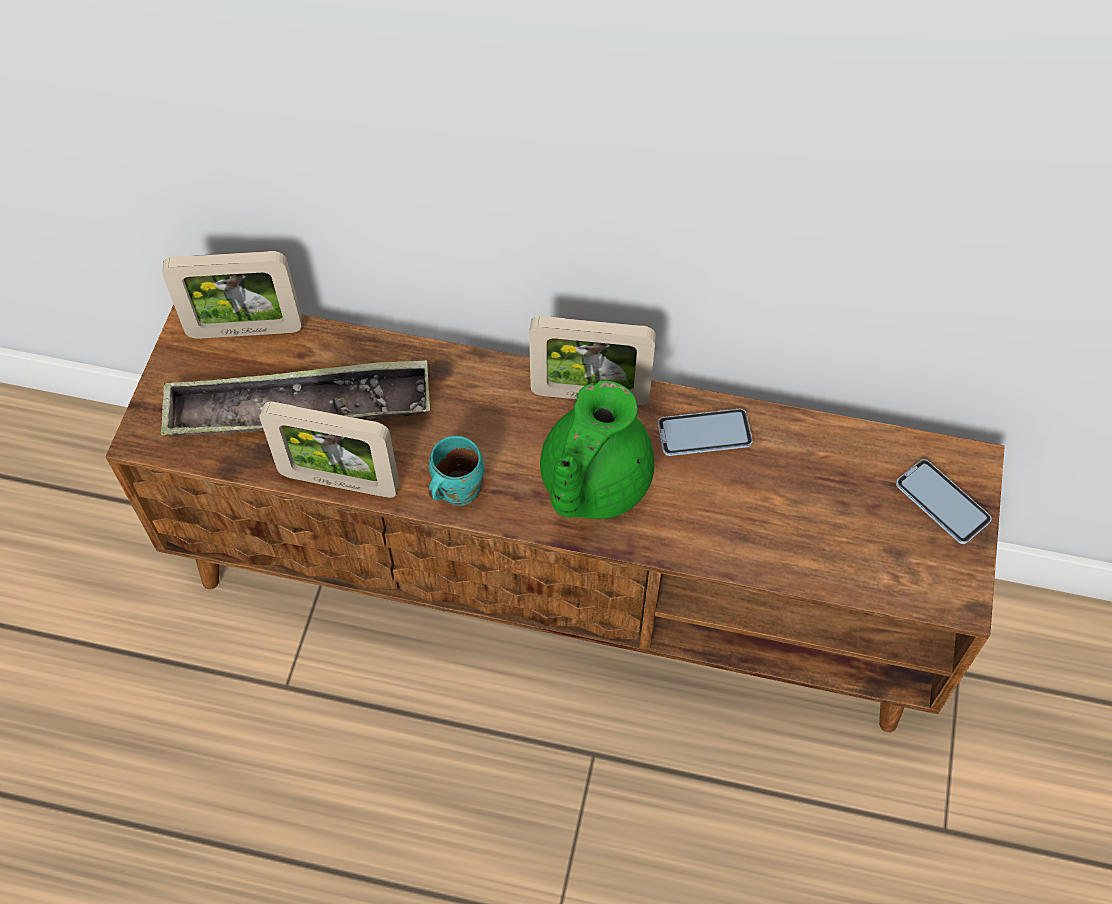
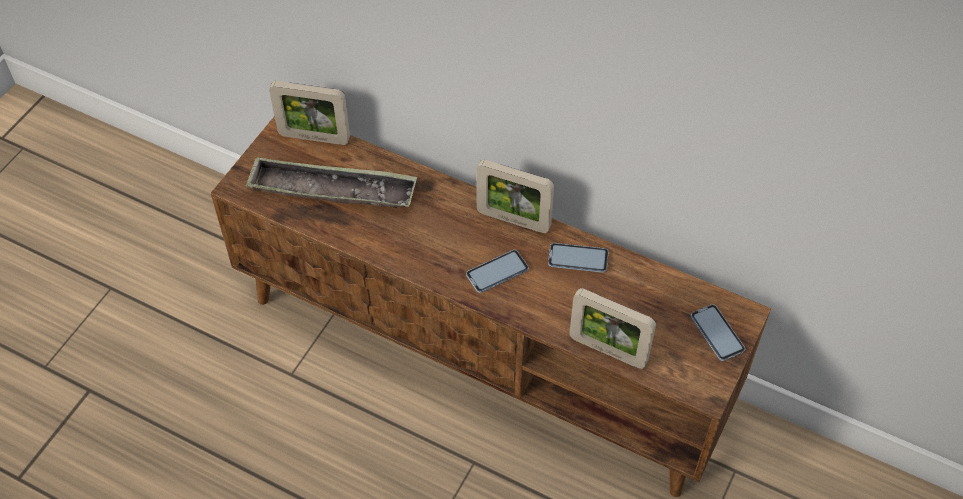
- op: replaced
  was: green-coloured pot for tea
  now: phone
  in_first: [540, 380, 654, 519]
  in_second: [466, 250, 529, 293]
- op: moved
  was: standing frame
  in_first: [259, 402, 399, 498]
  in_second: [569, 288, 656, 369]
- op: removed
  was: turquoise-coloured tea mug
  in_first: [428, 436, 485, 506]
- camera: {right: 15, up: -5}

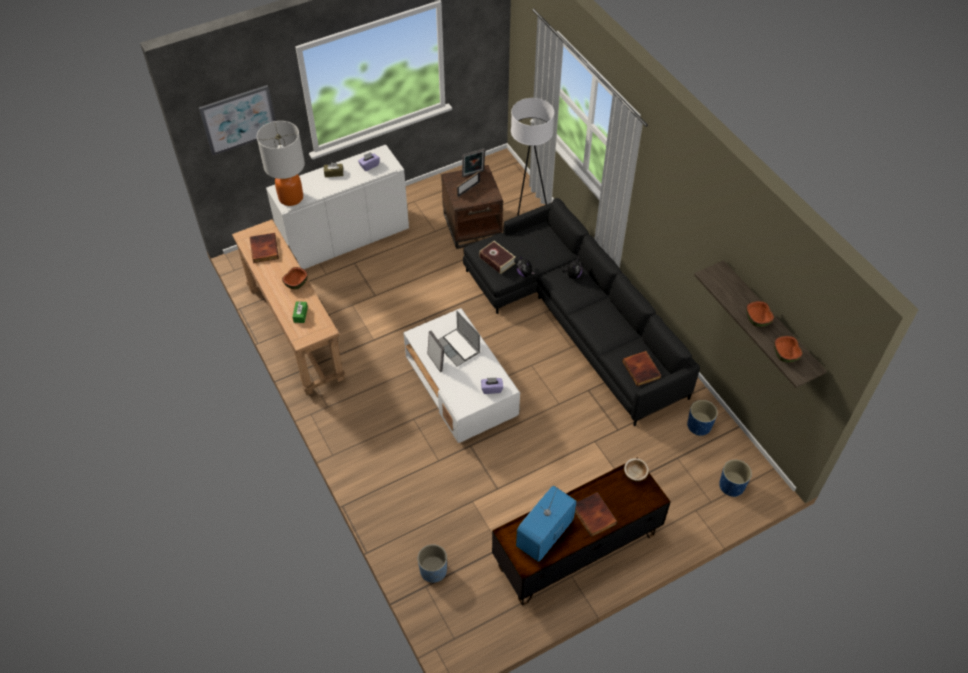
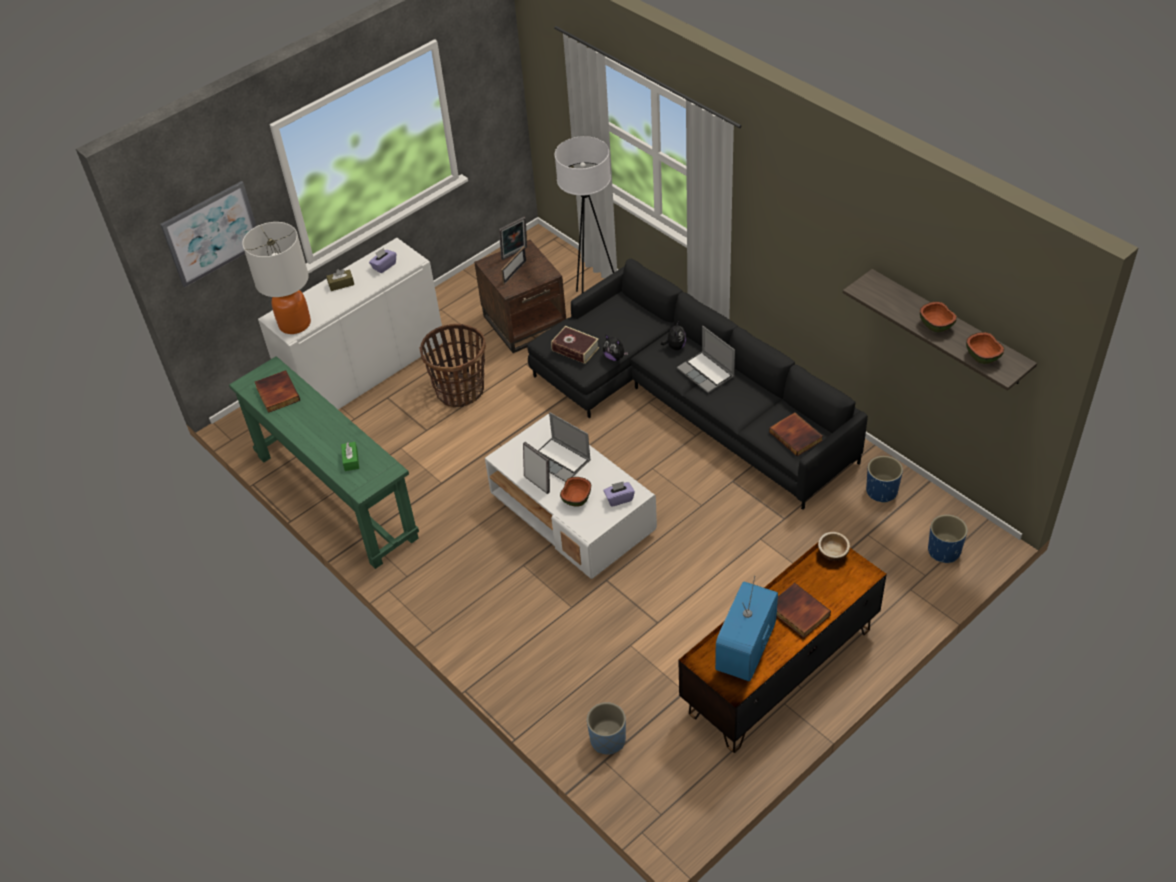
- op: recoloured
  was: brown console table
  now: green-coloured console table
  in_first: [232, 220, 345, 395]
  in_second: [229, 356, 419, 569]
- op: added
  now: household basket
  in_second: [419, 324, 486, 408]
- op: moved
  was: serving bowl
  in_first: [282, 267, 308, 289]
  in_second: [560, 477, 592, 507]
- op: added
  now: notebook computer
  in_second: [677, 326, 735, 393]
- camera: {right: -10, up: -5}

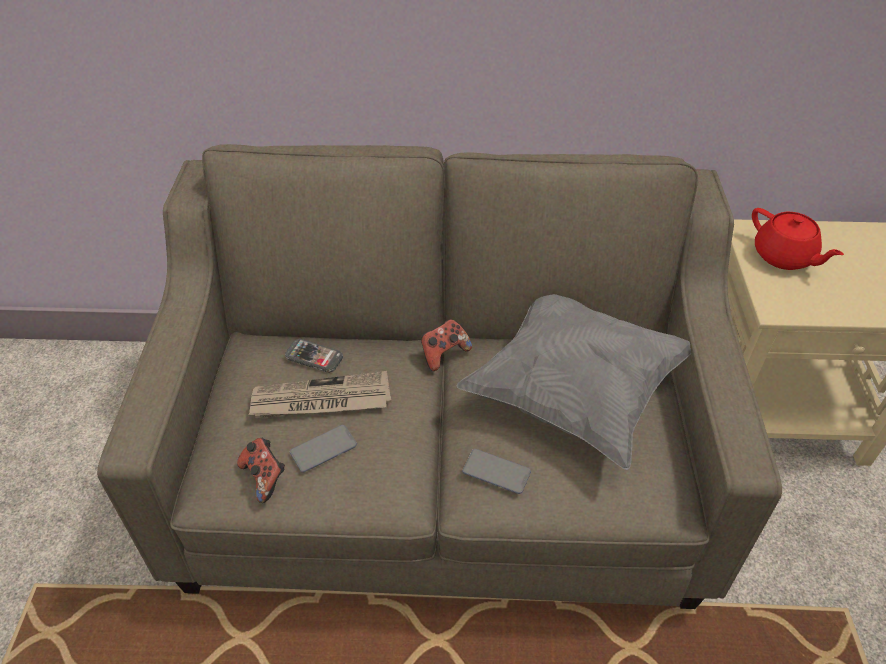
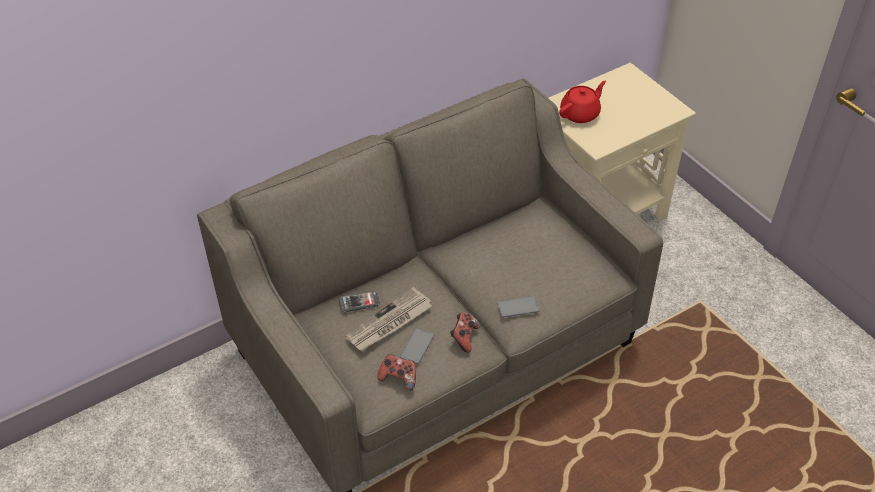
- op: moved
  was: gamepad
  in_first: [421, 319, 472, 371]
  in_second: [450, 312, 480, 353]
- op: turned
  was: red pot for tea
  in_first: [752, 208, 844, 270]
  in_second: [559, 81, 606, 123]
  clockwise: -60
- op: removed
  was: grey cushion
  in_first: [456, 294, 691, 470]
- camera: {right: -35, up: 0}

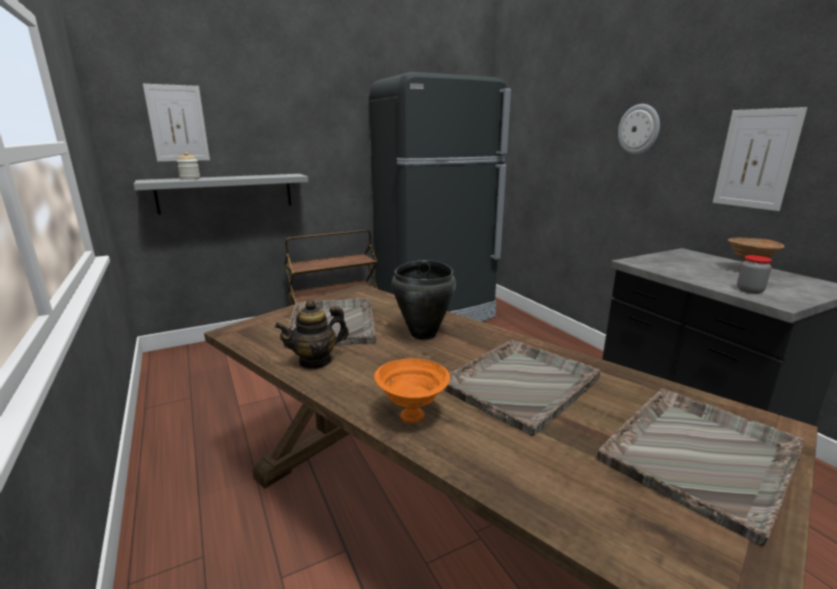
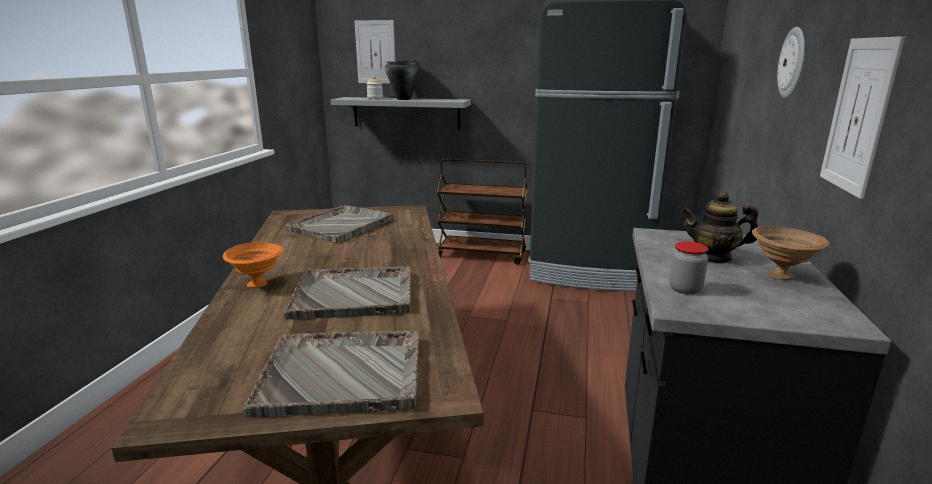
- op: moved
  was: blackish saucepot
  in_first: [391, 260, 456, 340]
  in_second: [385, 60, 420, 100]
- op: moved
  was: pot for tea
  in_first: [275, 300, 349, 370]
  in_second: [681, 192, 758, 264]
- camera: {right: 40, up: 0}

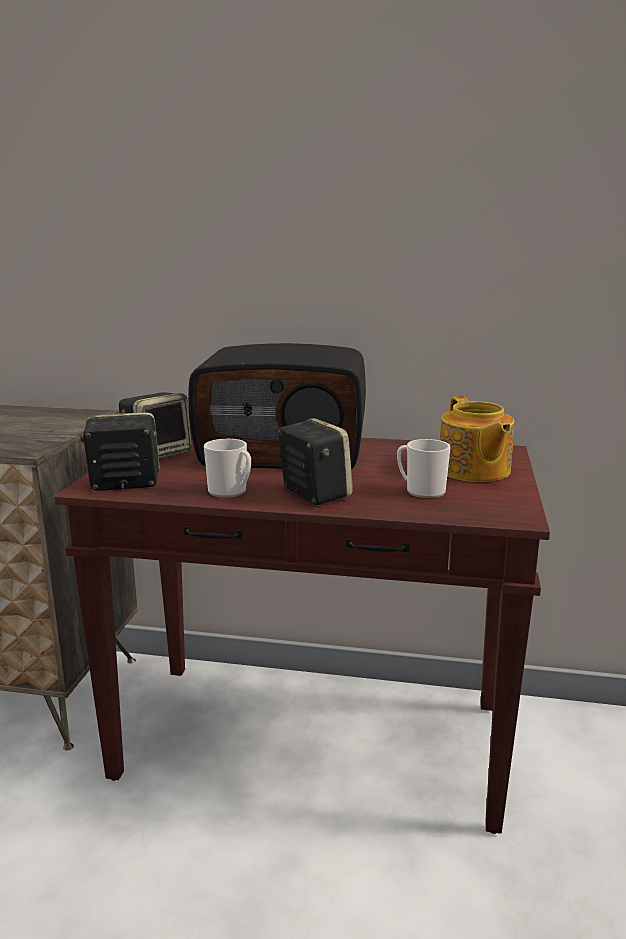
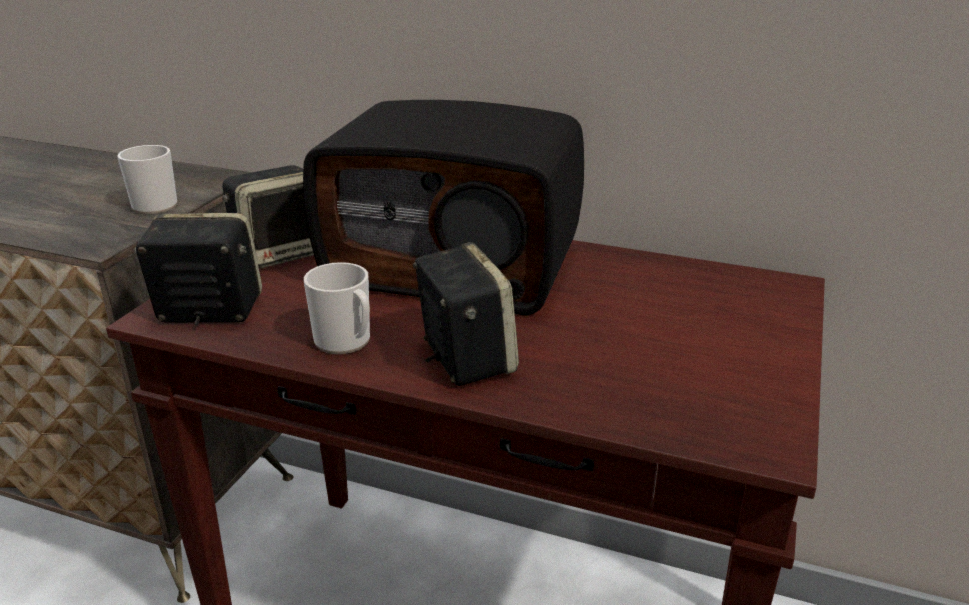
- op: moved
  was: tea mug
  in_first: [397, 439, 450, 498]
  in_second: [117, 145, 177, 214]
- op: removed
  was: pot for tea
  in_first: [440, 396, 514, 482]
- camera: {right: 10, up: 10}

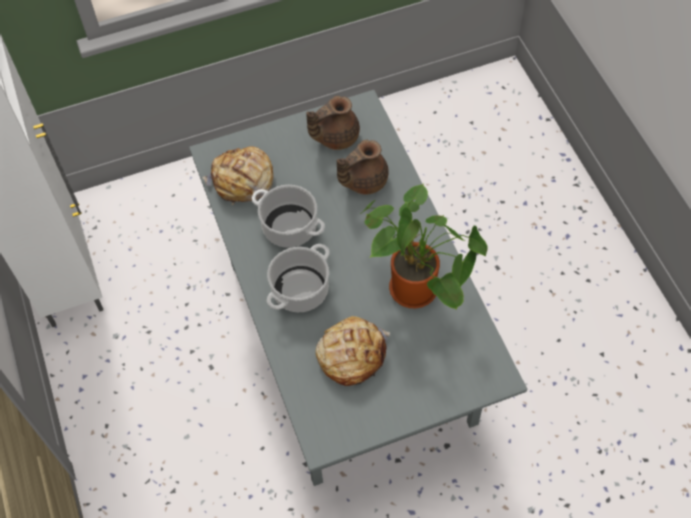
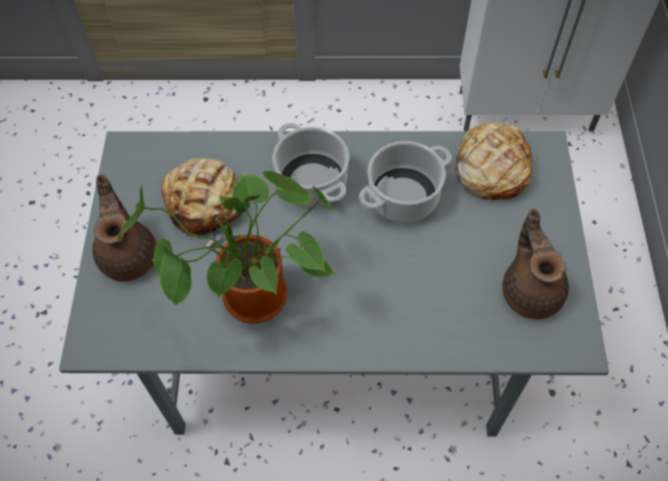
- op: moved
  was: brown pot for tea
  in_first: [337, 140, 389, 195]
  in_second: [92, 175, 156, 282]
- camera: {right: 110, up: 0}

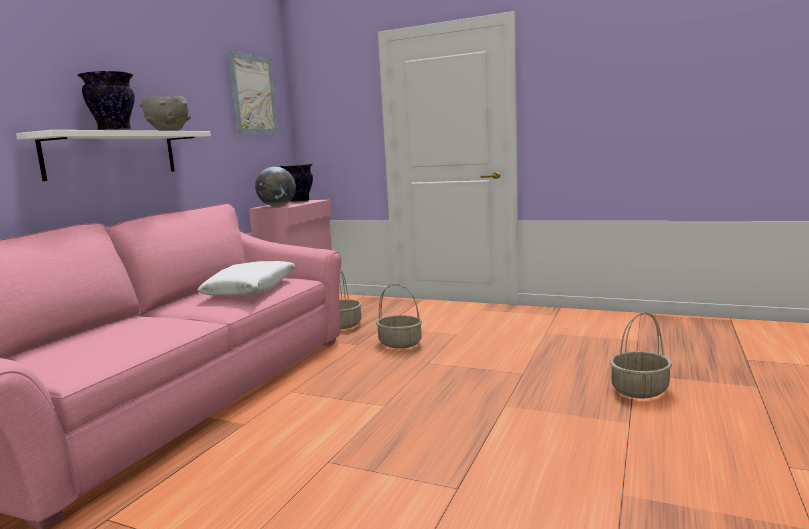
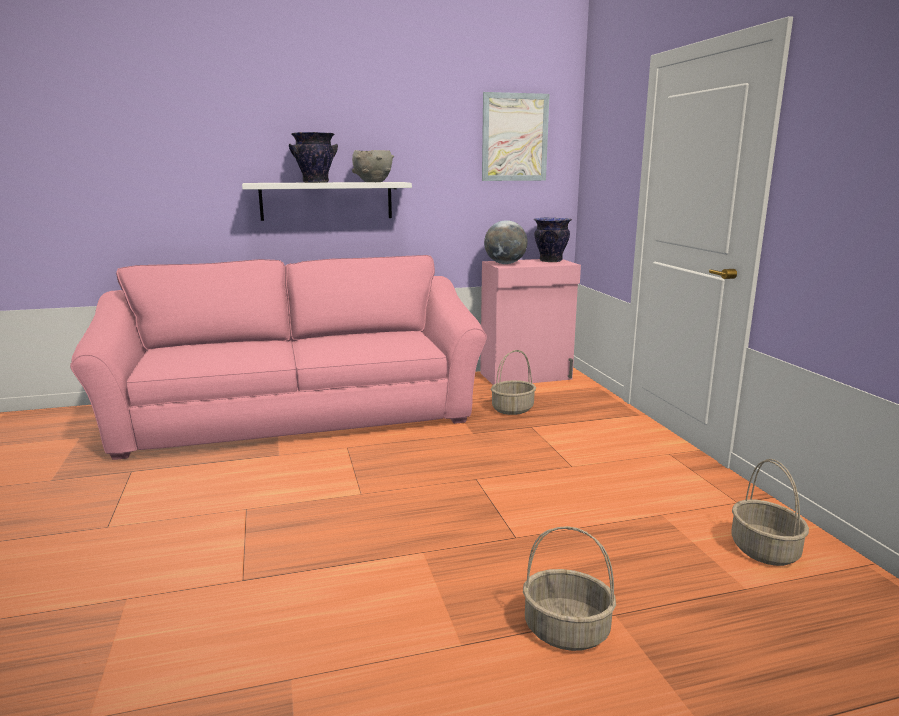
- op: moved
  was: household basket
  in_first: [376, 283, 422, 349]
  in_second: [731, 459, 809, 566]
- op: removed
  was: white-coloured cushion
  in_first: [197, 261, 296, 296]
- camera: {right: 50, up: 5}

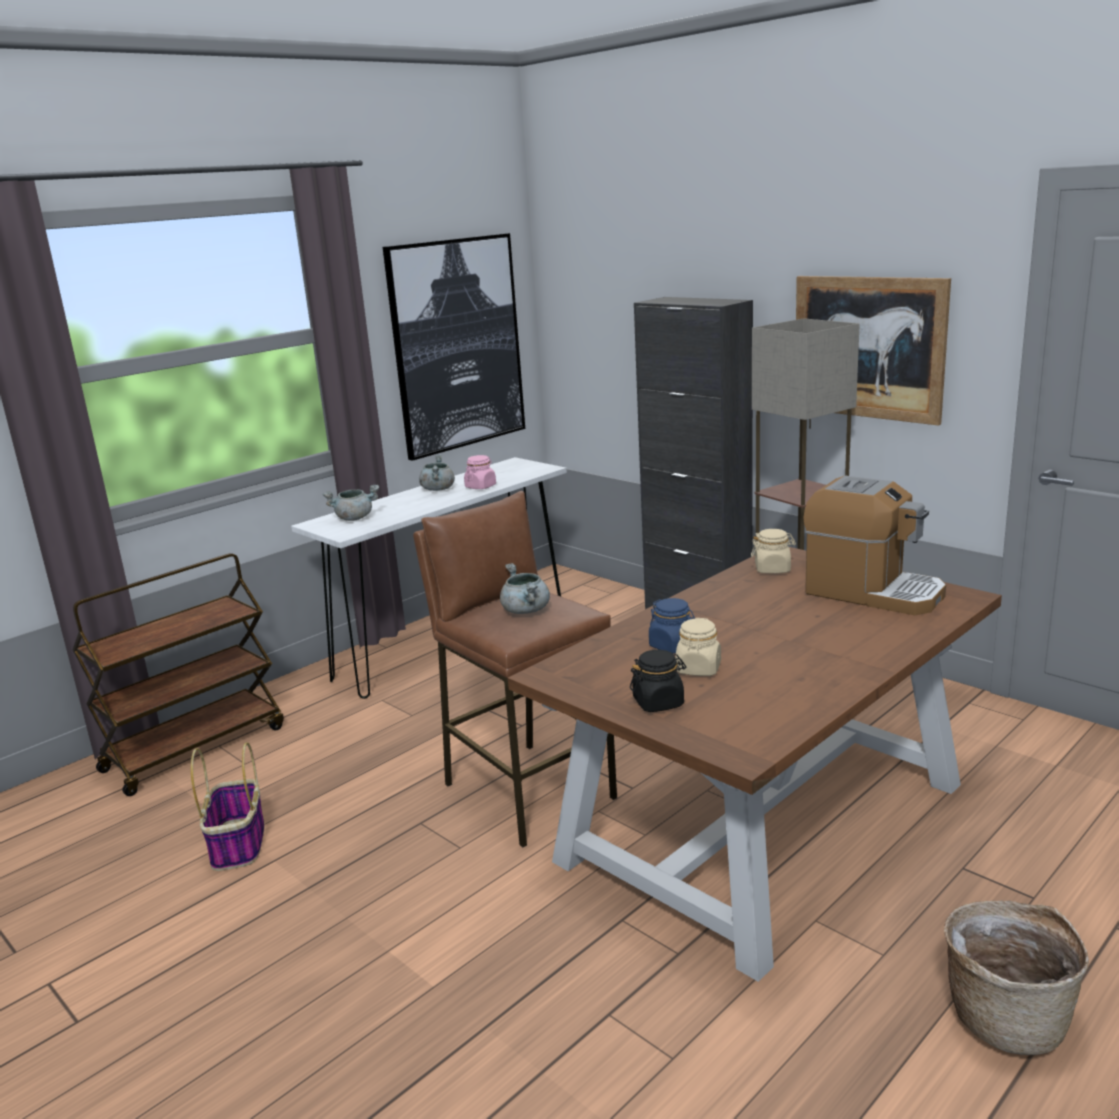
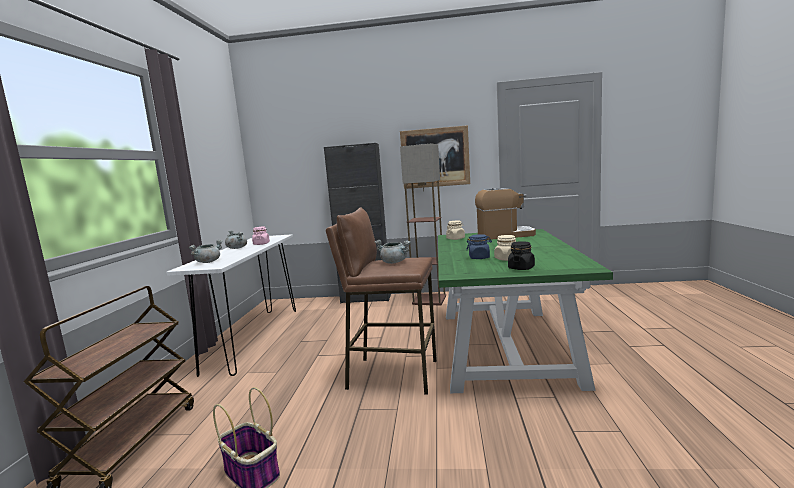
- op: recoloured
  was: brown dinner table
  now: green-coloured dinner table
  in_first: [508, 547, 1002, 982]
  in_second: [438, 229, 613, 393]
- op: removed
  was: wall art
  in_first: [383, 233, 525, 461]
- op: removed
  was: household basket
  in_first: [944, 900, 1089, 1055]
- camera: {right: -40, up: -10}

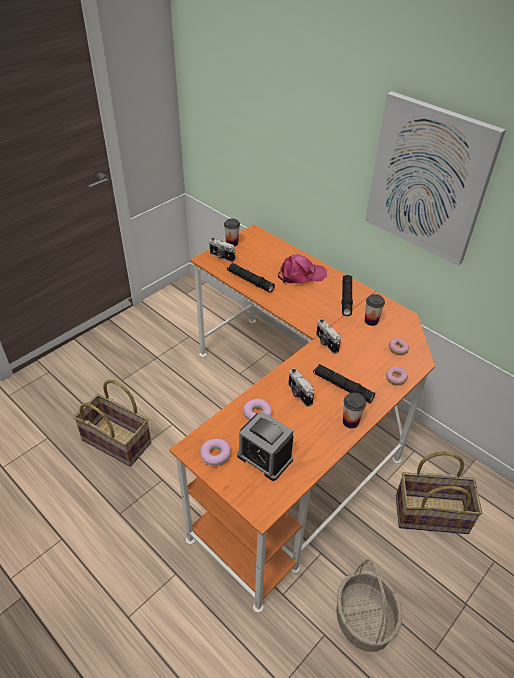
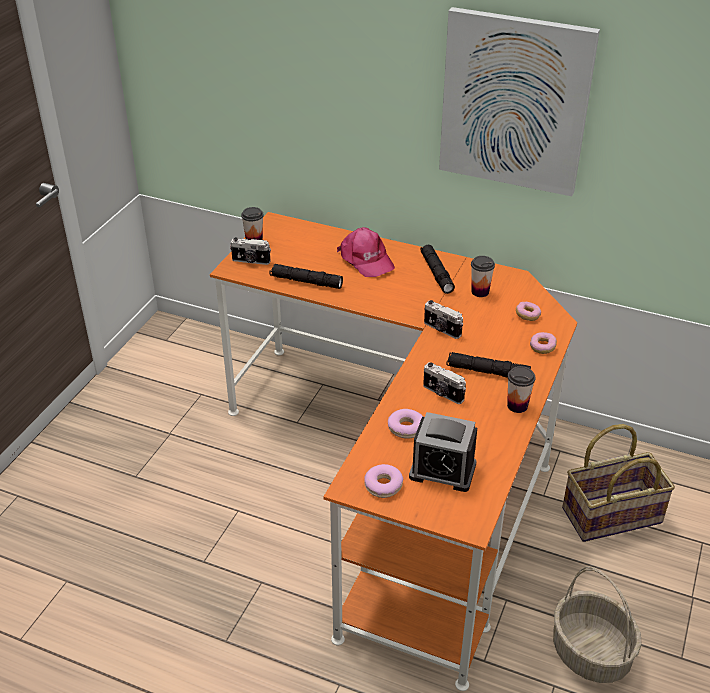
- op: turned
  was: pinkish cap
  in_first: [278, 254, 327, 284]
  in_second: [337, 227, 395, 277]
  clockwise: 90
- op: removed
  was: household basket
  in_first: [74, 380, 151, 467]
- camera: {right: -20, up: -5}

